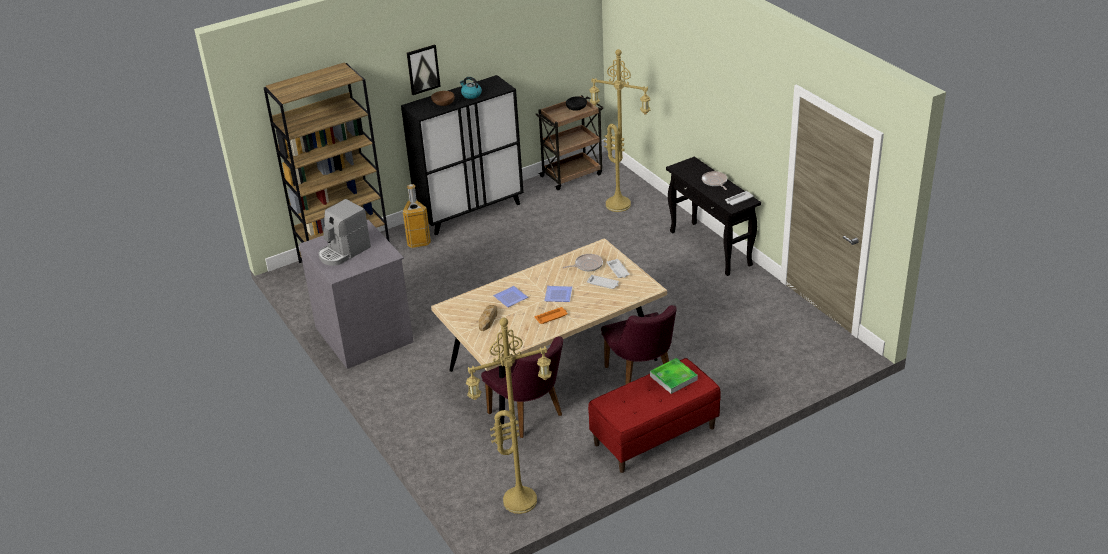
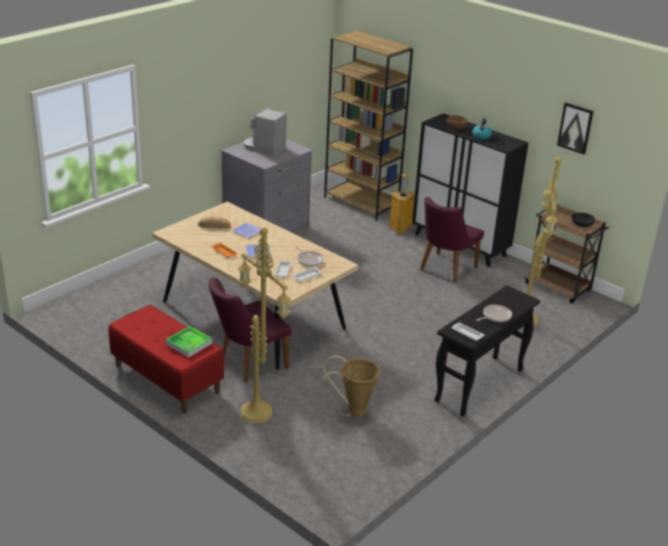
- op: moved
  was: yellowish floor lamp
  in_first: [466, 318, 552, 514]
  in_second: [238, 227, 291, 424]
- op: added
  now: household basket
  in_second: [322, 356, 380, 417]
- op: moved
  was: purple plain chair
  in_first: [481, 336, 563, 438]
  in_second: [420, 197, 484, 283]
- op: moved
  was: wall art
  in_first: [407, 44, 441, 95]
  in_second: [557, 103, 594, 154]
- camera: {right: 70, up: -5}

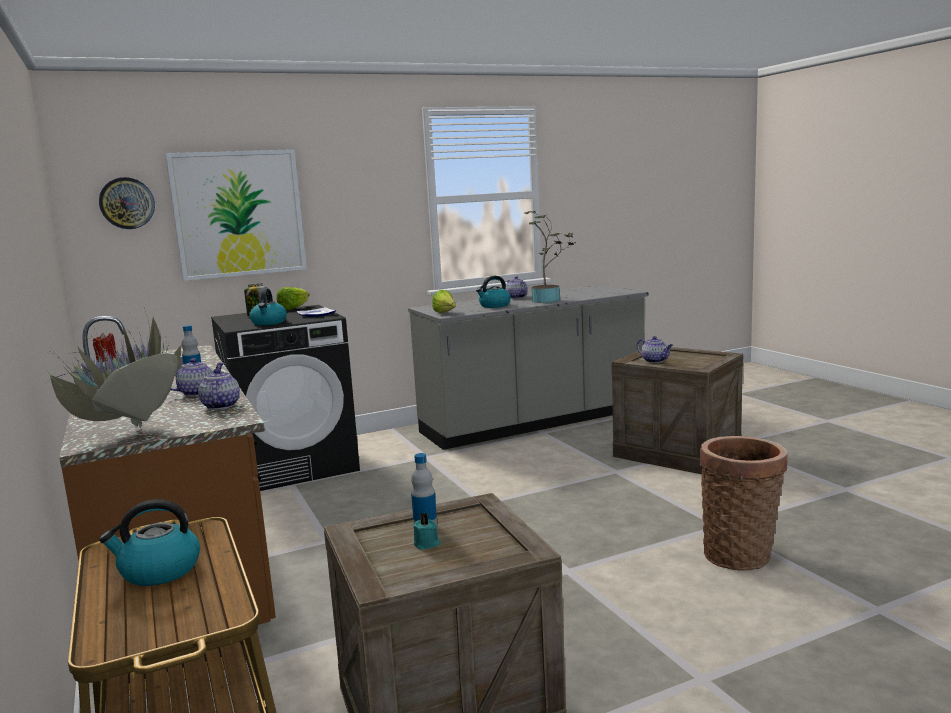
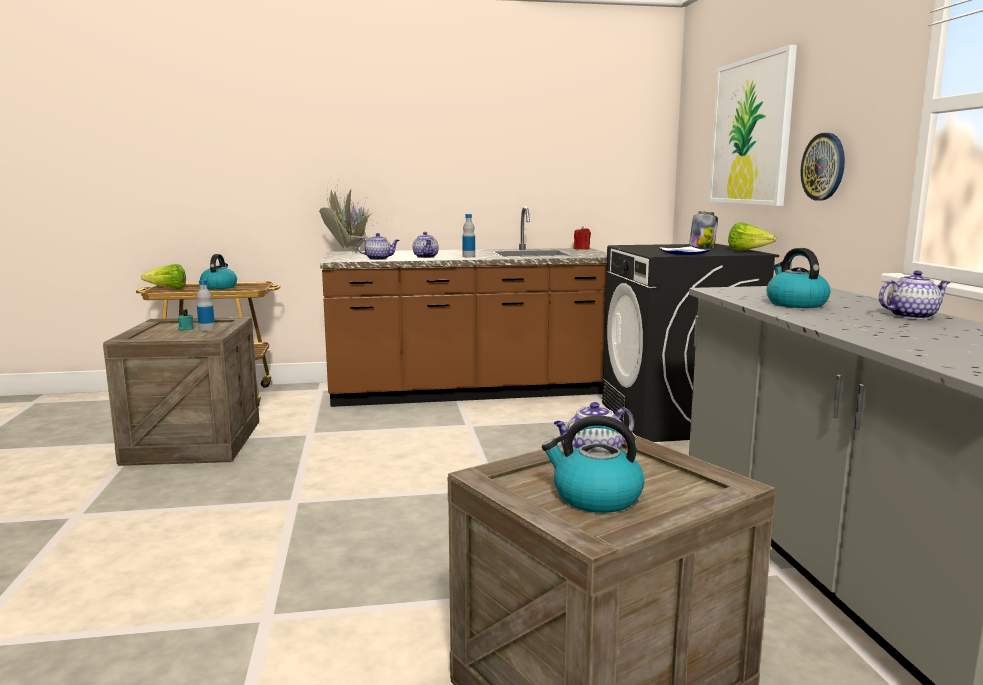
- op: moved
  was: lettuce head
  in_first: [432, 290, 456, 313]
  in_second: [141, 264, 186, 289]
- op: moved
  was: water kettle
  in_first: [249, 289, 287, 326]
  in_second: [542, 415, 645, 513]
- op: moved
  was: wall clock
  in_first: [99, 177, 155, 229]
  in_second: [800, 133, 845, 201]
- op: removed
  was: houseplant
  in_first: [524, 211, 575, 303]
- op: removed
  was: household basket
  in_first: [699, 436, 788, 571]
- camera: {right: 105, up: 0}

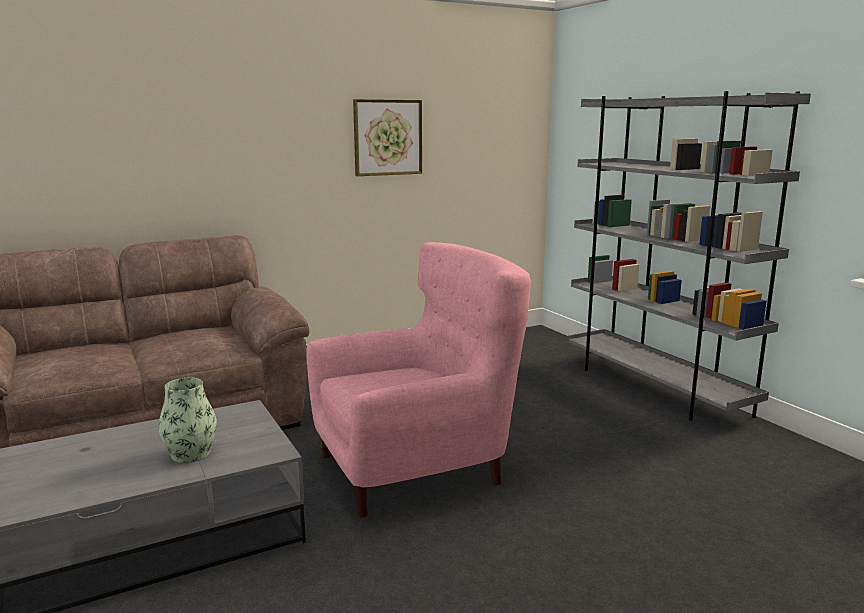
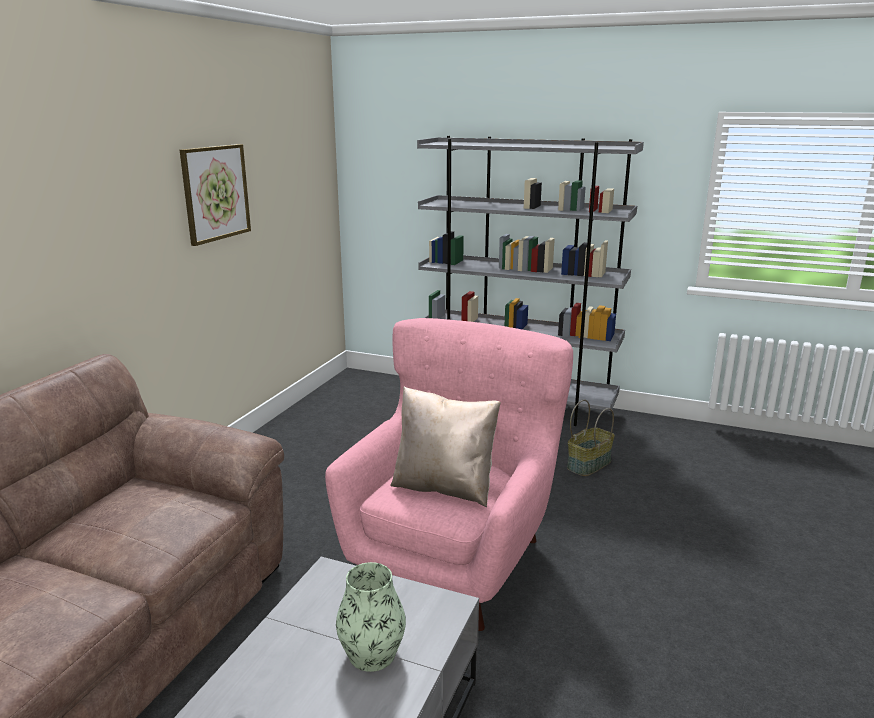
- op: added
  now: beige cushion
  in_second: [390, 387, 501, 507]
- op: added
  now: household basket
  in_second: [567, 400, 615, 476]
- camera: {right: -40, up: 5}

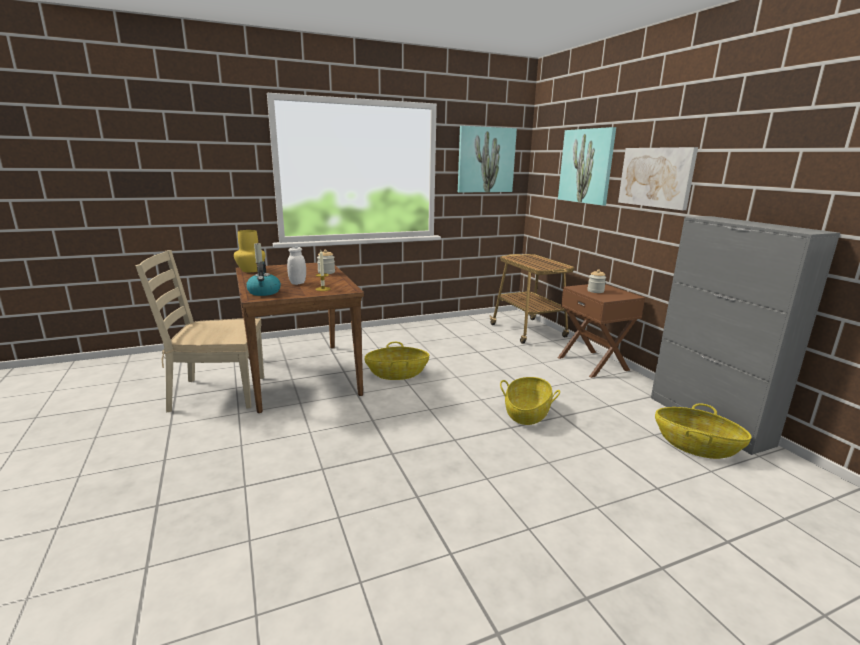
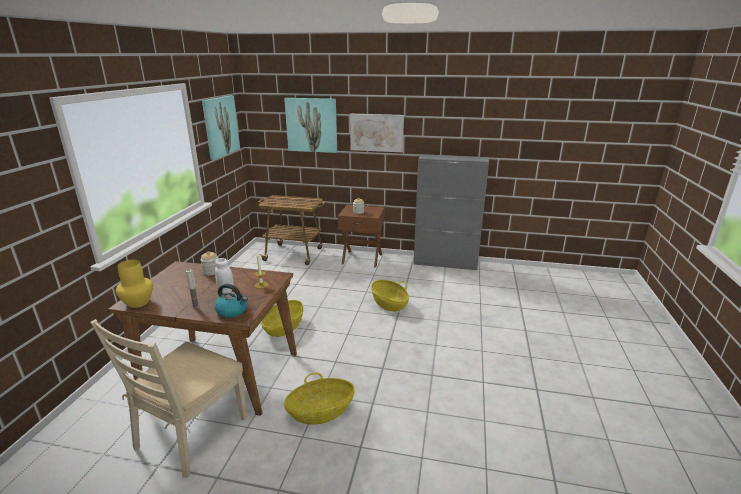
- op: moved
  was: household basket
  in_first: [655, 403, 752, 459]
  in_second: [284, 373, 355, 425]
- camera: {right: -55, up: 5}

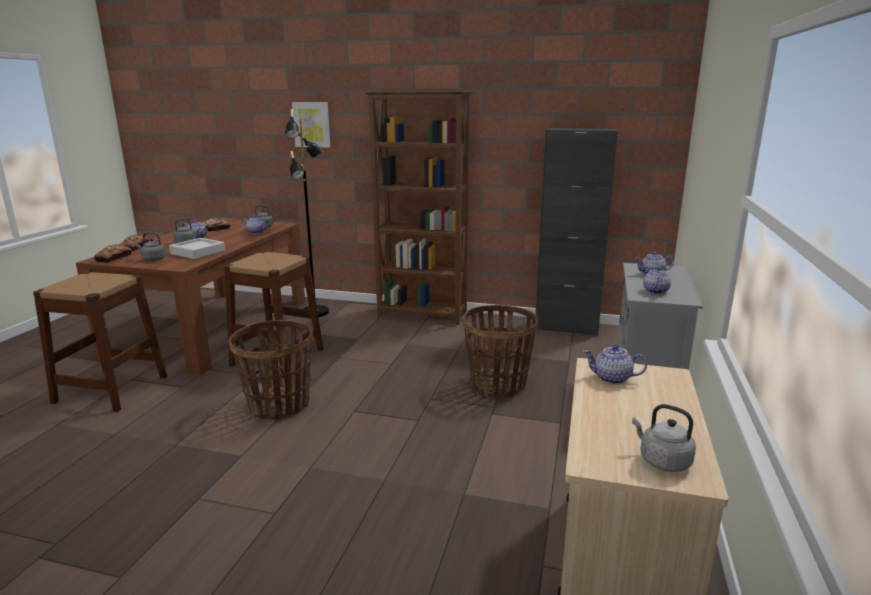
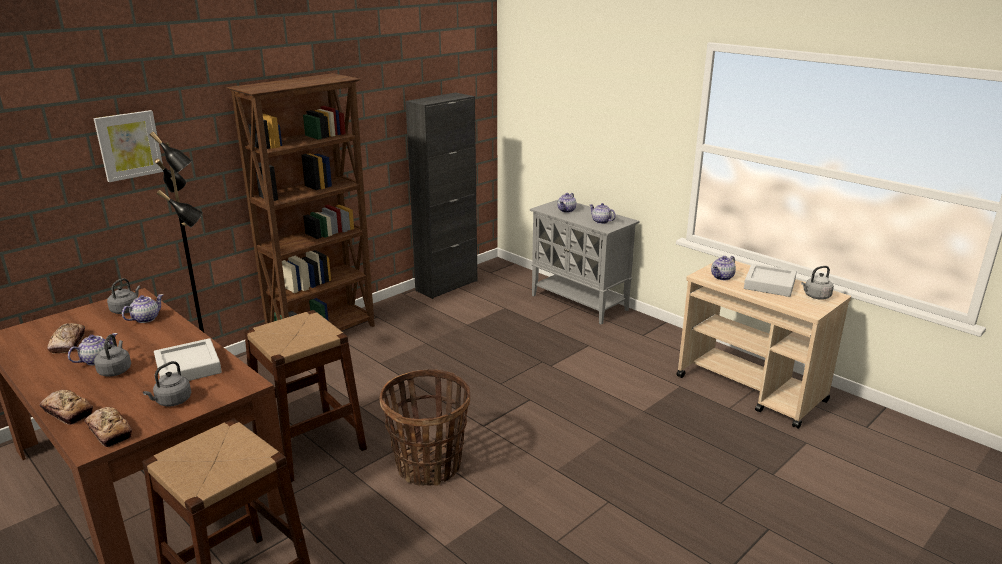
- op: added
  now: grey tray
  in_second: [744, 264, 797, 297]
- op: removed
  was: household basket
  in_first: [462, 305, 538, 397]
- camera: {right: -60, up: 5}

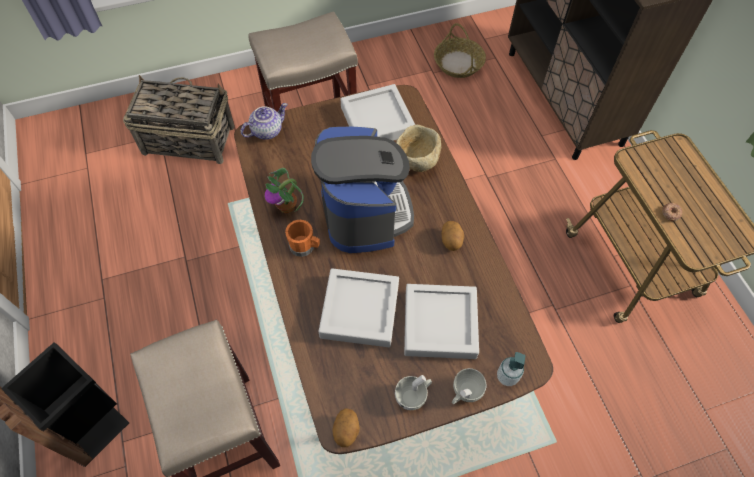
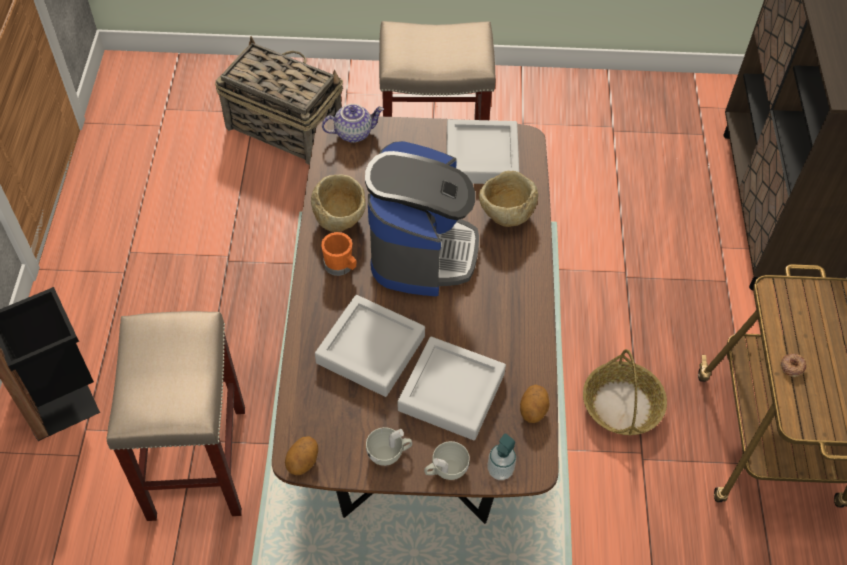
- op: replaced
  was: houseplant
  now: beige serving bowl
  in_first: [265, 168, 304, 213]
  in_second: [311, 174, 366, 232]
- op: moved
  was: potato
  in_first: [442, 221, 464, 251]
  in_second: [520, 384, 550, 423]
- op: moved
  was: household basket
  in_first: [434, 23, 486, 78]
  in_second: [583, 349, 667, 435]
- camera: {right: 20, up: -5}

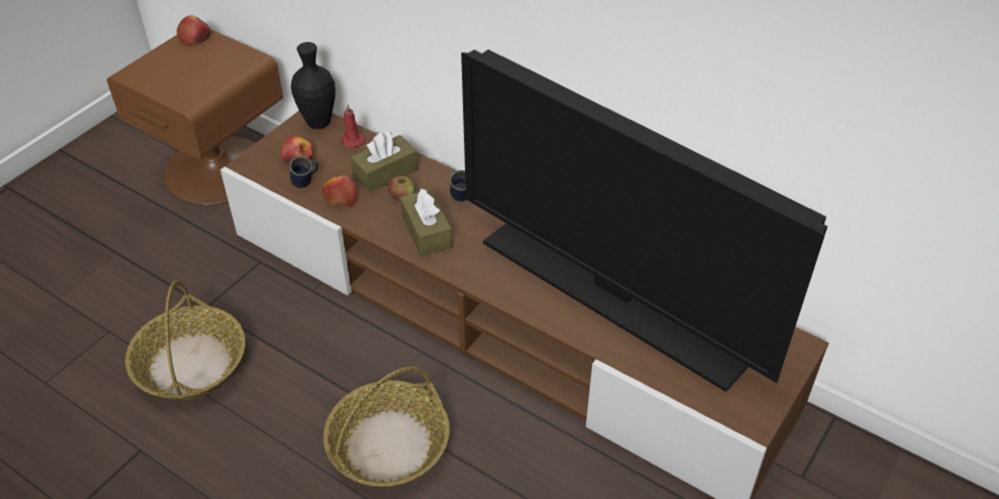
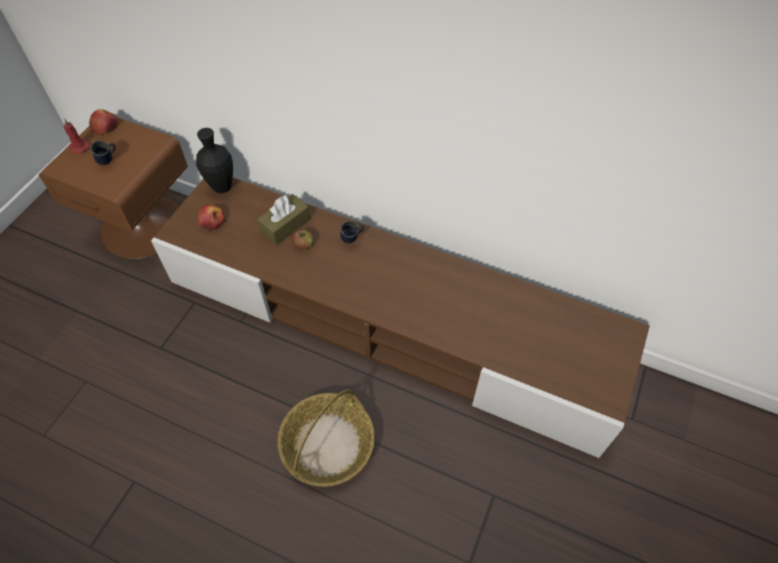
- op: moved
  was: red wax candle
  in_first: [340, 104, 365, 148]
  in_second: [64, 119, 90, 154]
- op: moved
  was: bluish tea mug
  in_first: [290, 156, 319, 188]
  in_second: [90, 140, 115, 165]
- op: removed
  was: household basket
  in_first: [125, 280, 245, 400]
- op: removed
  was: whole apple
  in_first: [322, 175, 358, 207]
- op: removed
  was: brown tissue box
  in_first: [400, 188, 452, 256]
- op: removed
  was: TV
  in_first: [461, 49, 828, 392]
- camera: {right: -10, up: 10}

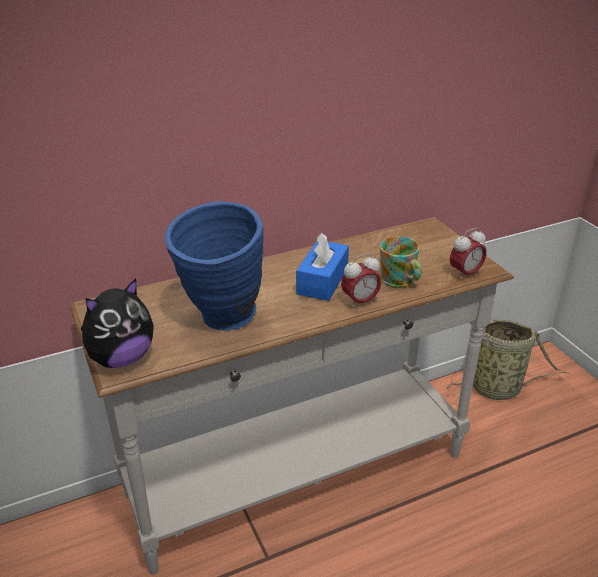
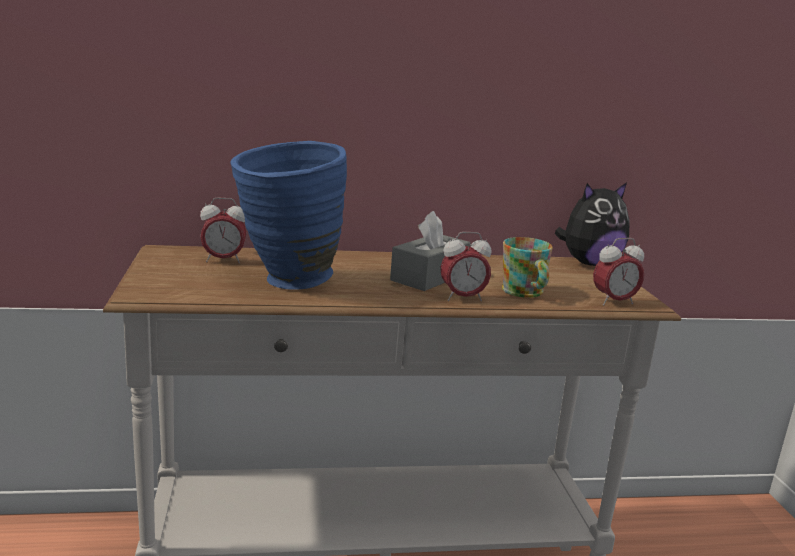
- op: added
  now: table clock
  in_second: [200, 197, 246, 263]
- op: recoloured
  was: bluish tissue box
  now: grey tissue box
  in_first: [296, 232, 349, 301]
  in_second: [390, 211, 470, 291]
- op: moved
  was: cuddly toy
  in_first: [81, 278, 154, 368]
  in_second: [554, 182, 630, 266]
- op: removed
  was: household basket
  in_first: [447, 319, 568, 400]
- camera: {right: 15, up: -15}

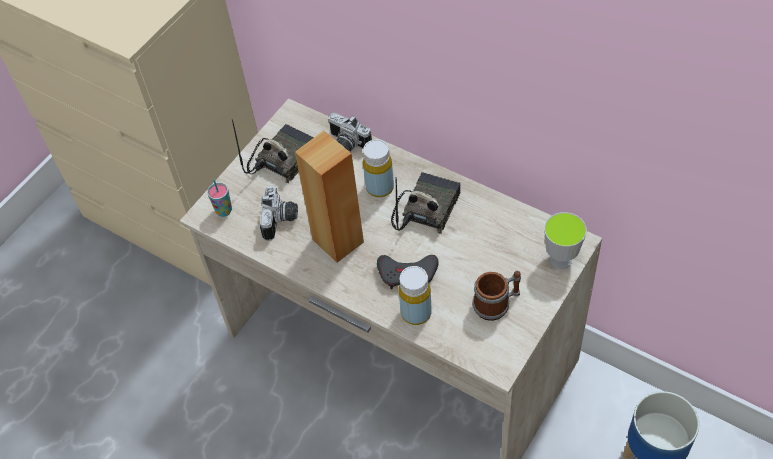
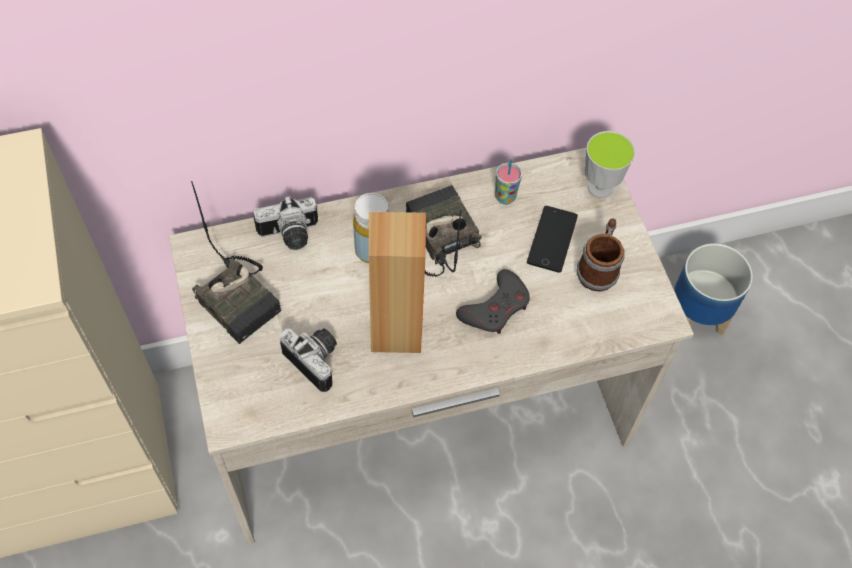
- op: turned
  was: radio
  in_first: [232, 119, 314, 183]
  in_second: [191, 181, 281, 344]
  clockwise: 150
- op: moved
  was: cup
  in_first: [207, 179, 232, 217]
  in_second: [495, 159, 522, 205]
- op: added
  now: phone
  in_second: [527, 206, 578, 273]
- op: removed
  was: yellowish beverage bottle
  in_first: [399, 266, 432, 325]
- camera: {right: -55, up: 5}

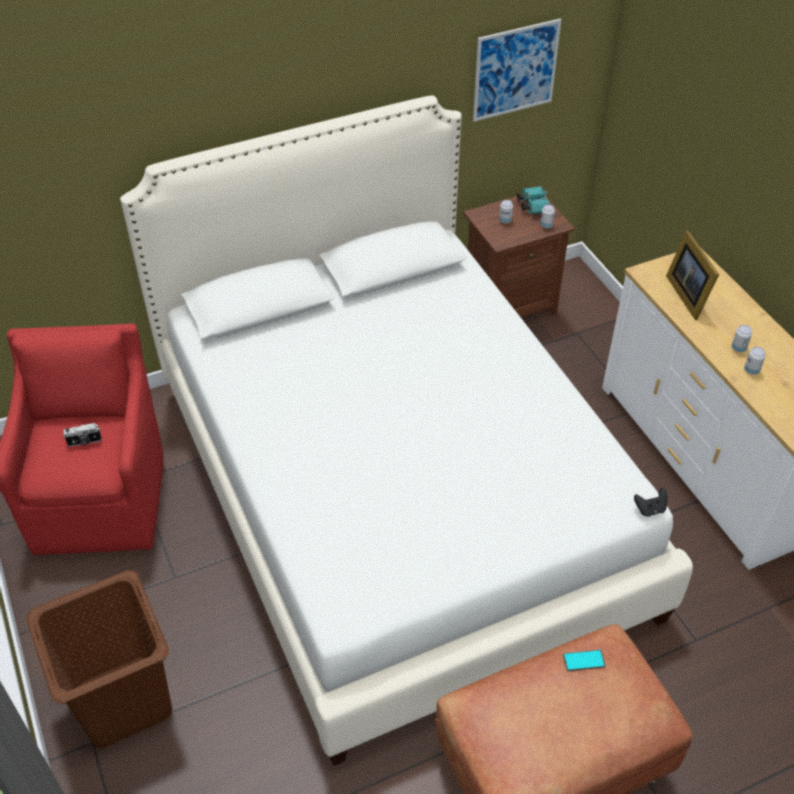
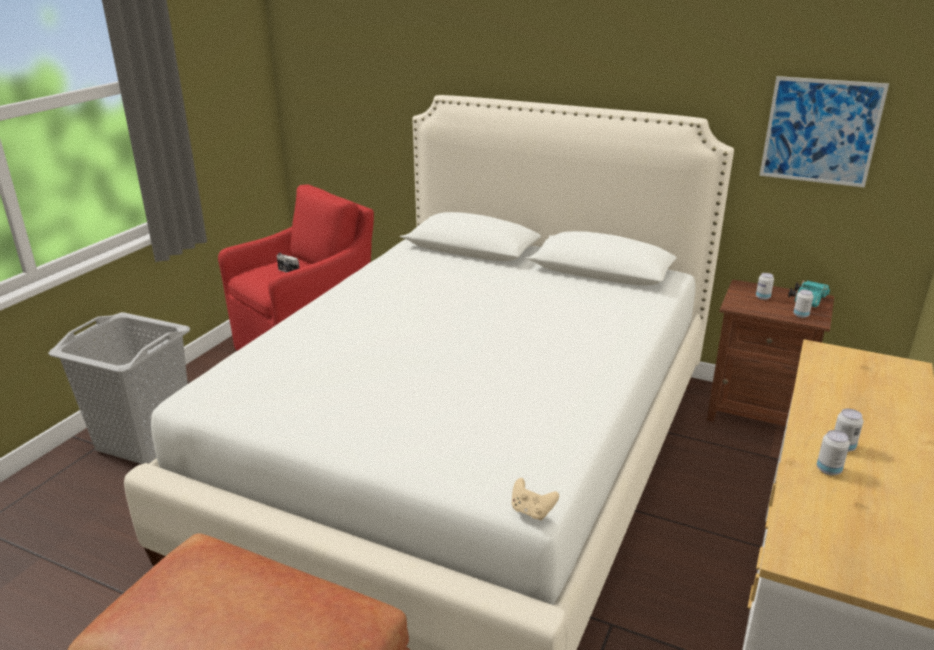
- op: recoloured
  was: brown hamper
  now: grey hamper
  in_first: [26, 570, 172, 748]
  in_second: [48, 312, 191, 464]
- op: recoloured
  was: blackish gamepad
  now: beige gamepad
  in_first: [634, 488, 668, 516]
  in_second: [512, 478, 559, 520]
- op: removed
  was: phone
  in_first: [563, 650, 606, 671]
- op: removed
  was: standing frame
  in_first: [666, 231, 719, 320]
- camera: {right: 50, up: -20}

